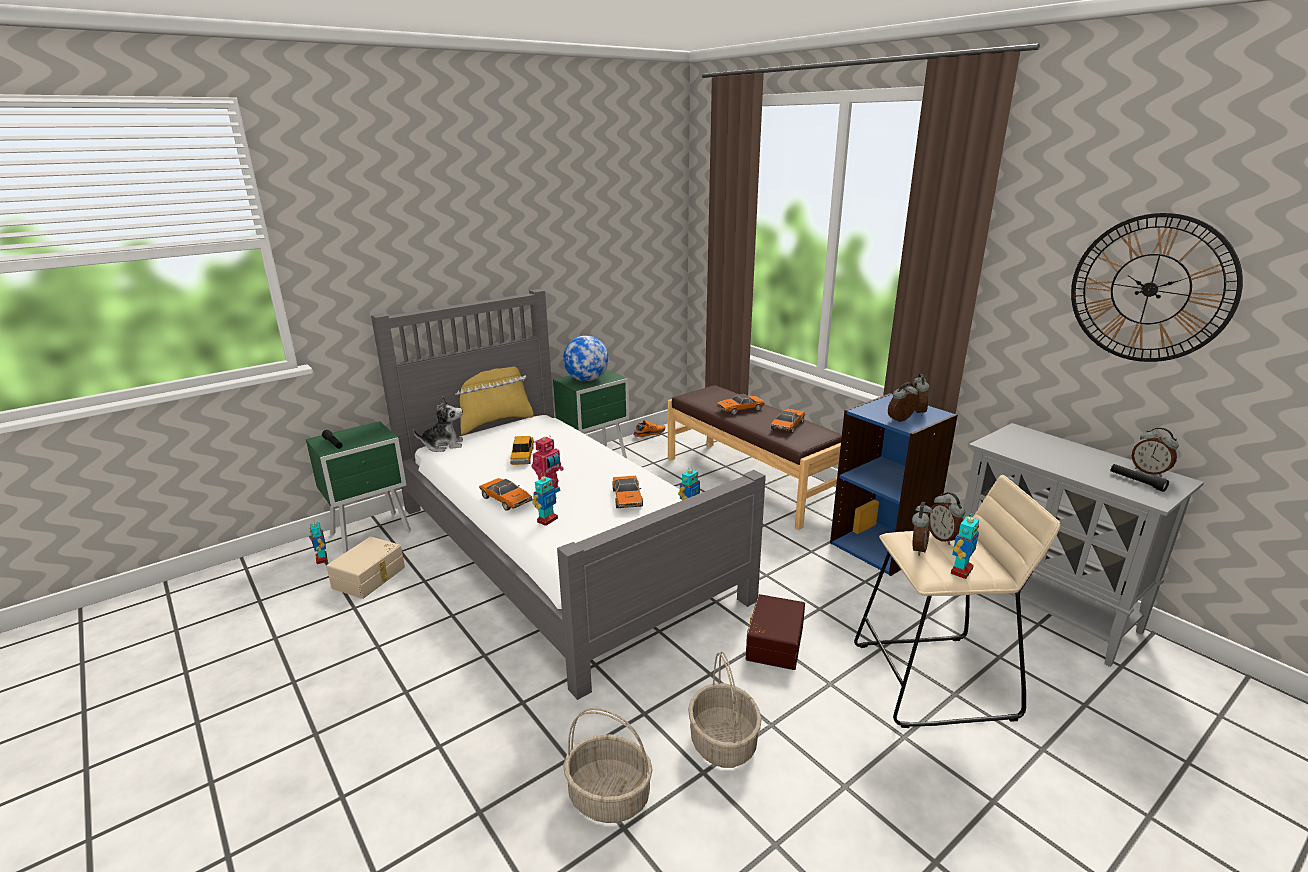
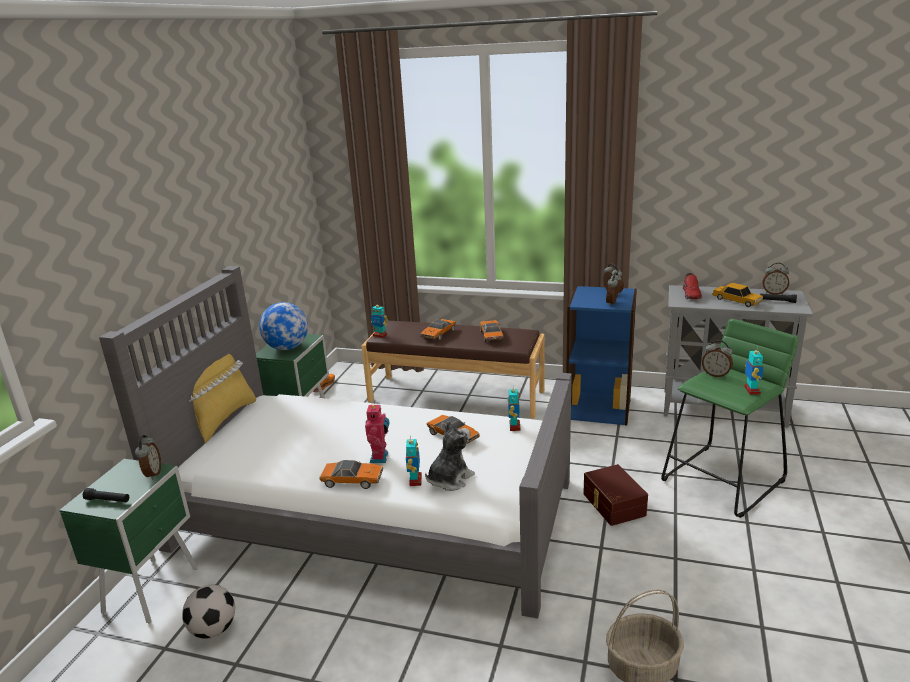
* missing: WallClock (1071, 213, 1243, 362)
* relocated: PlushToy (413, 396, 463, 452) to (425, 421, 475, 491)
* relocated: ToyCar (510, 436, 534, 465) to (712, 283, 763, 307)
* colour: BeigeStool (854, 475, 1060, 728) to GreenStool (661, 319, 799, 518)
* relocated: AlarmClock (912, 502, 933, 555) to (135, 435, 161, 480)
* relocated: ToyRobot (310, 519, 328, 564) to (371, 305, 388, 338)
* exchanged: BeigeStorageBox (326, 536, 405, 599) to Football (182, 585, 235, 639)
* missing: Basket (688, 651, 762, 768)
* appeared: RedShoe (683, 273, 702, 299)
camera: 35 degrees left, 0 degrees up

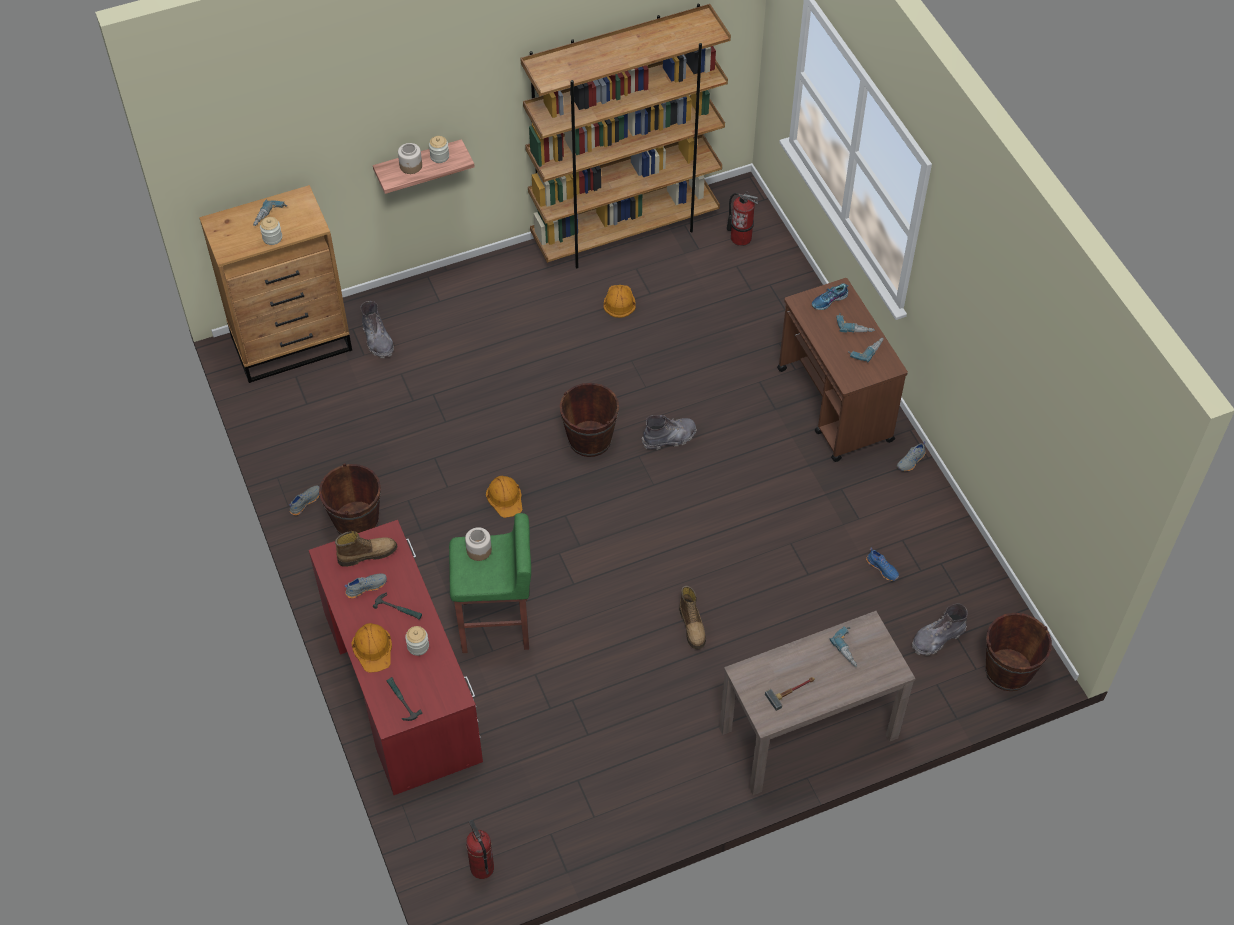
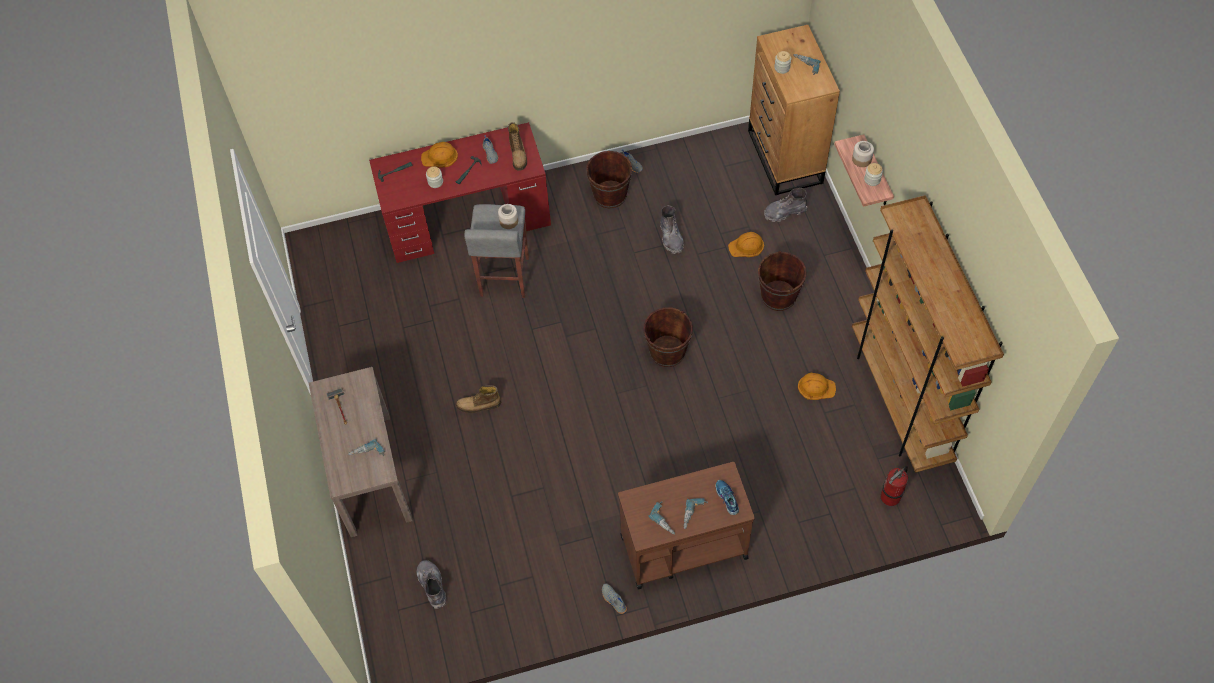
* relocated: GreyBoot (642, 415, 697, 450) to (660, 206, 684, 254)
* relocated: OrangeHardHat (486, 476, 522, 518) to (728, 232, 764, 257)
* colour: GreenStool (449, 513, 531, 653) to GreyStool (464, 204, 529, 298)
* missing: BlueShoe (866, 548, 899, 581)
* relocated: BrownBucket (985, 613, 1052, 691) to (758, 251, 807, 311)
* missing: FireExtinguisher (466, 820, 494, 879)
camera: 100 degrees right, 5 degrees up

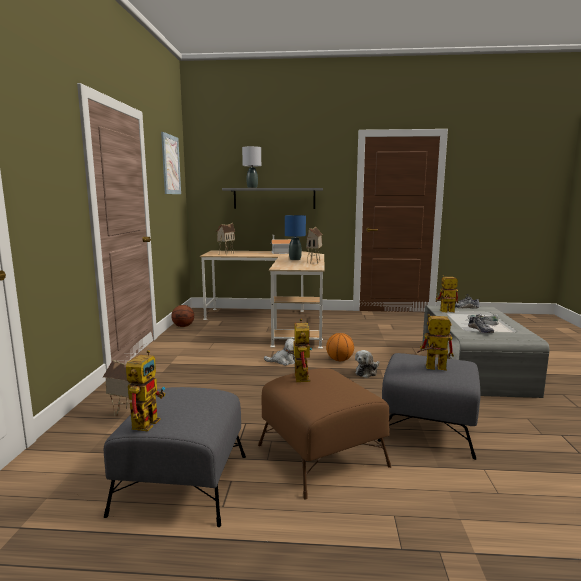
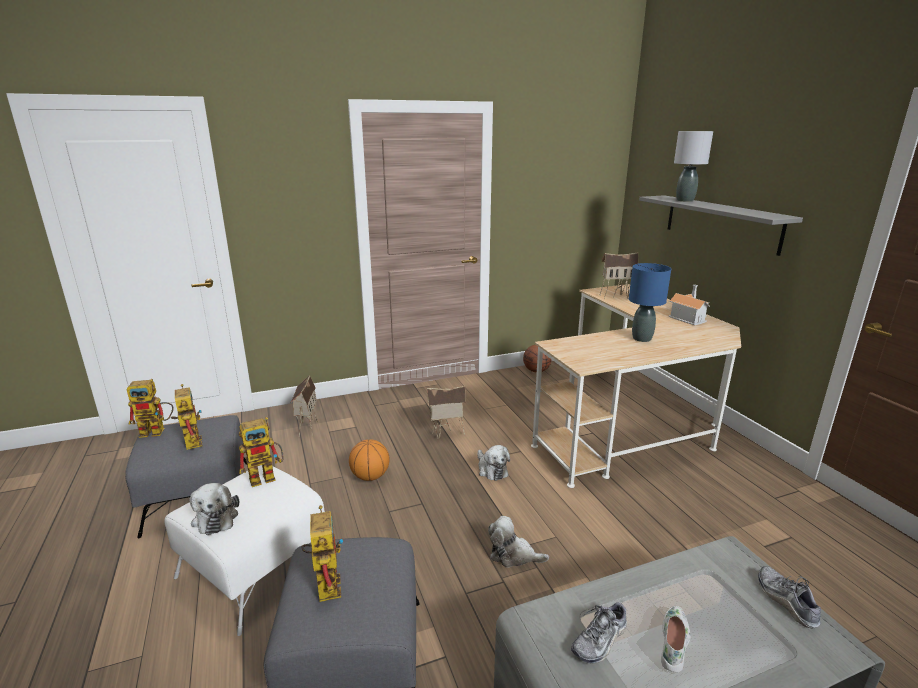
* missing: Picture (161, 132, 181, 194)
* relocated: ToyHouse (306, 226, 323, 264) to (427, 386, 466, 438)
* relocated: ToyRobot (435, 276, 458, 313) to (171, 384, 202, 450)
* relocated: Basketball (326, 333, 354, 361) to (349, 439, 389, 481)
* colour: BrownOttoman (258, 368, 391, 500) to WhiteOttoman (164, 465, 325, 636)
* appeared: PlushToy (190, 483, 239, 535)
camera: 65 degrees right, 10 degrees up

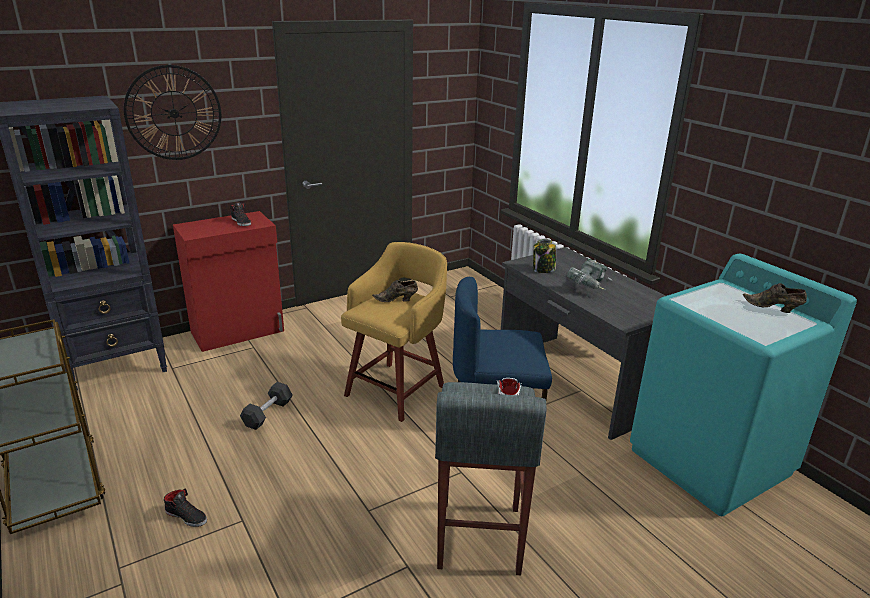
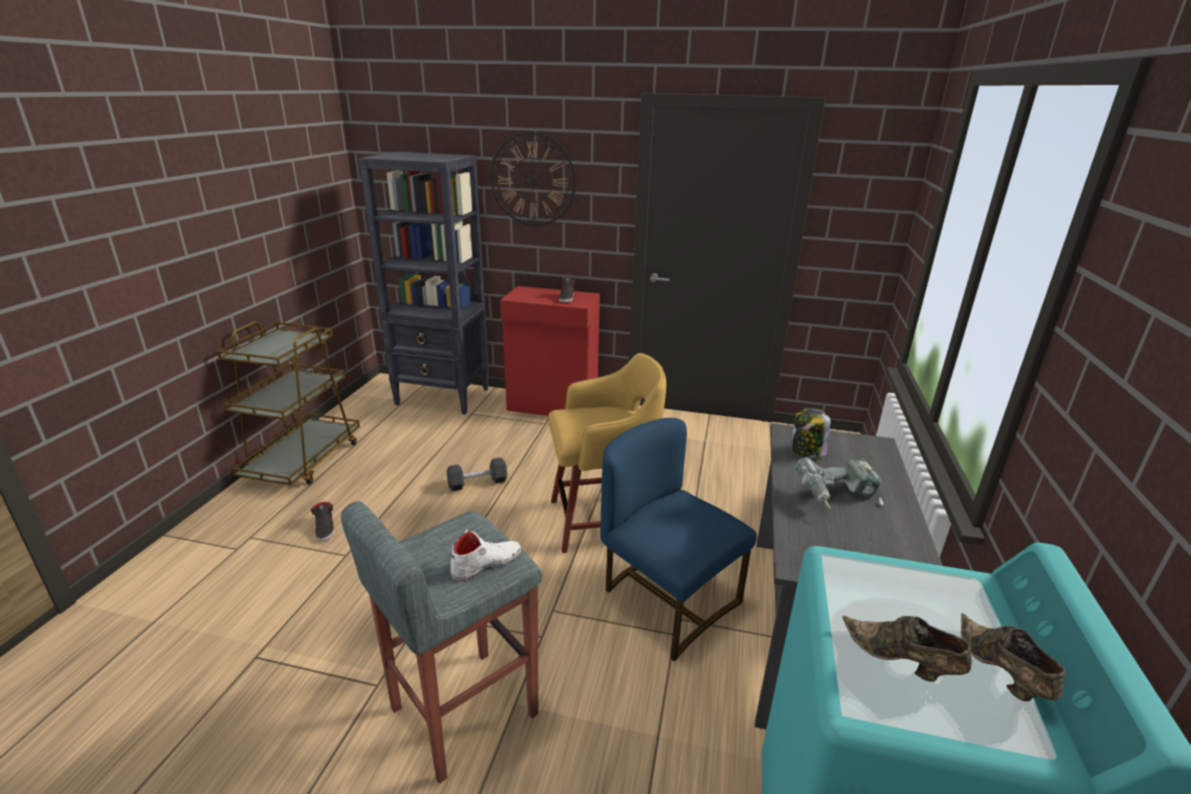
* relocated: BrownShoe (372, 280, 418, 302) to (843, 615, 972, 682)
camera: 45 degrees right, 0 degrees up

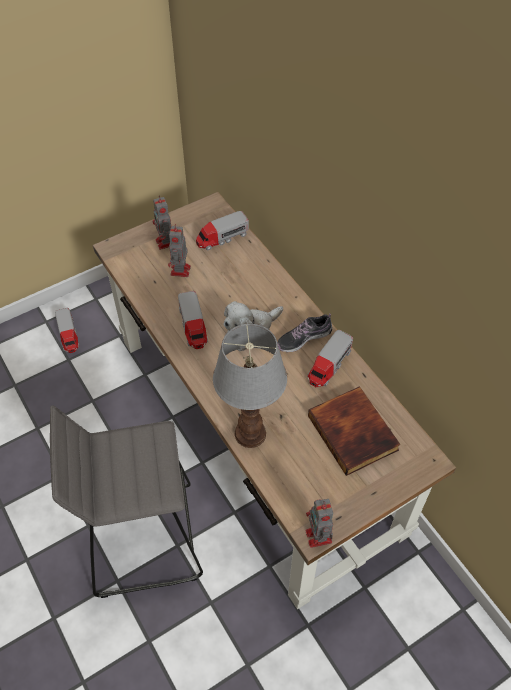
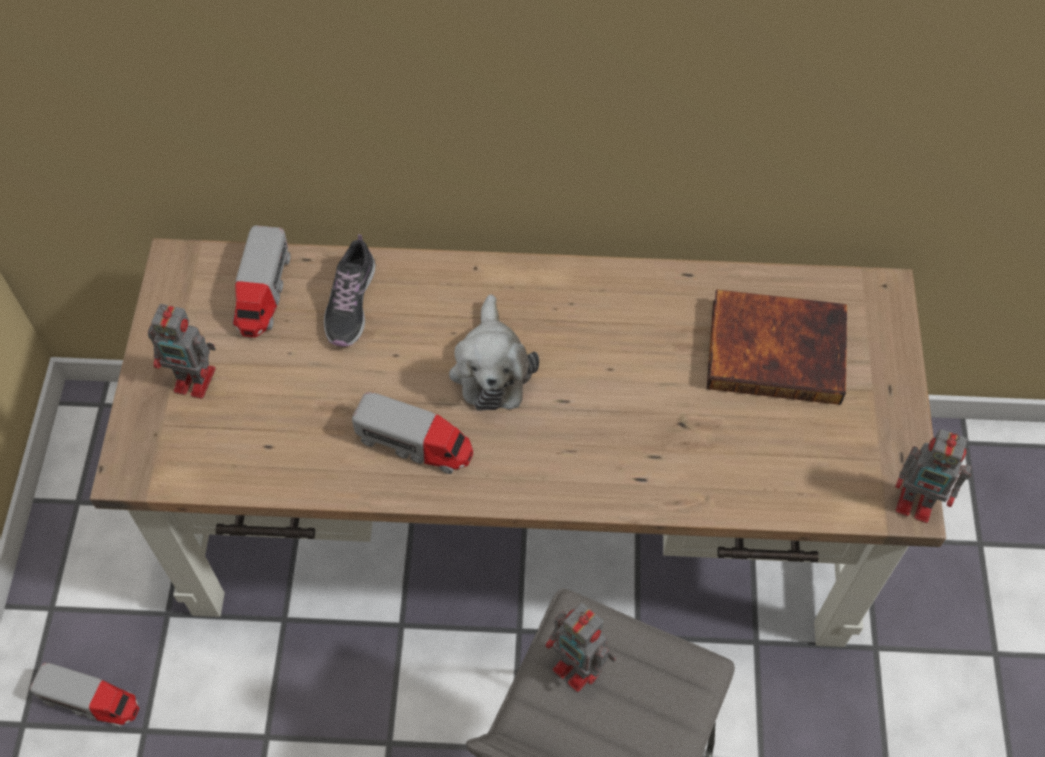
* relocated: ToyRobot (168, 224, 191, 277) to (545, 603, 616, 692)
* relocated: Shoe (277, 313, 332, 352) to (324, 234, 376, 347)
* missing: TableLamp (213, 324, 287, 448)
* missing: ToyTruck (307, 330, 353, 387)
camera: 55 degrees left, 5 degrees up

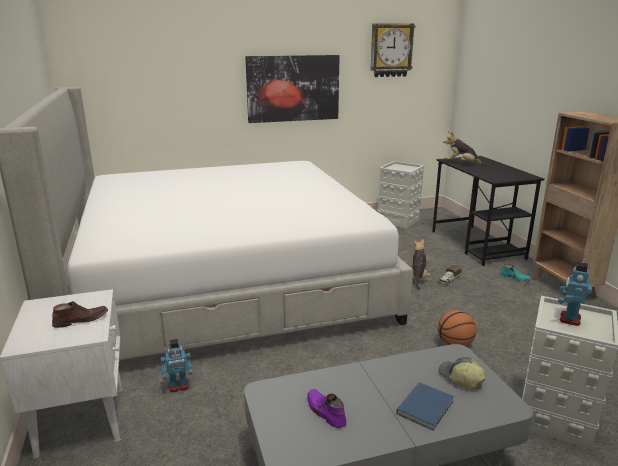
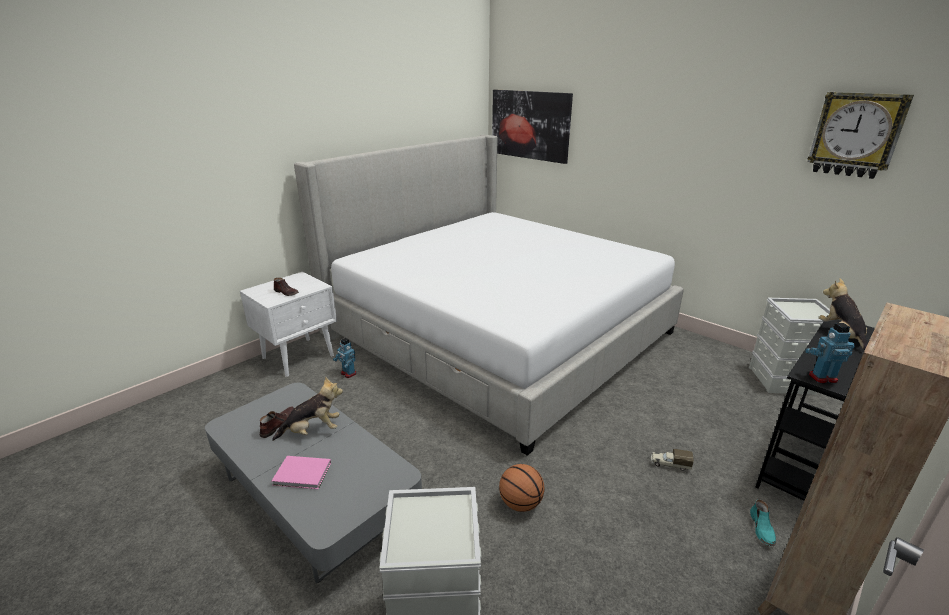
* relocated: Picture (245, 55, 340, 123) to (492, 90, 573, 164)
* relocated: PlushToy (411, 239, 431, 290) to (272, 376, 343, 441)
* relocated: ToyRobot (558, 262, 592, 326) to (805, 323, 855, 384)
* missing: Cap (438, 357, 486, 390)
* colour: BlueBook (396, 382, 454, 430) to PinkBook (271, 456, 331, 489)
* colour: PurpleShoe (307, 389, 347, 428) to BrownShoe (260, 407, 294, 438)
camera: 60 degrees right, 5 degrees up

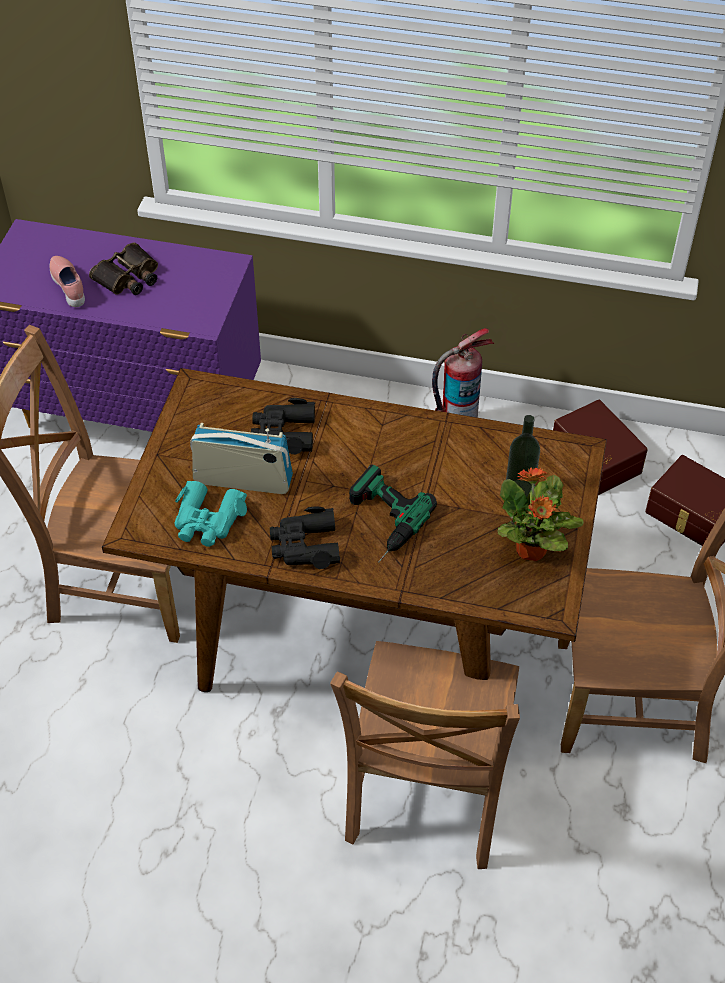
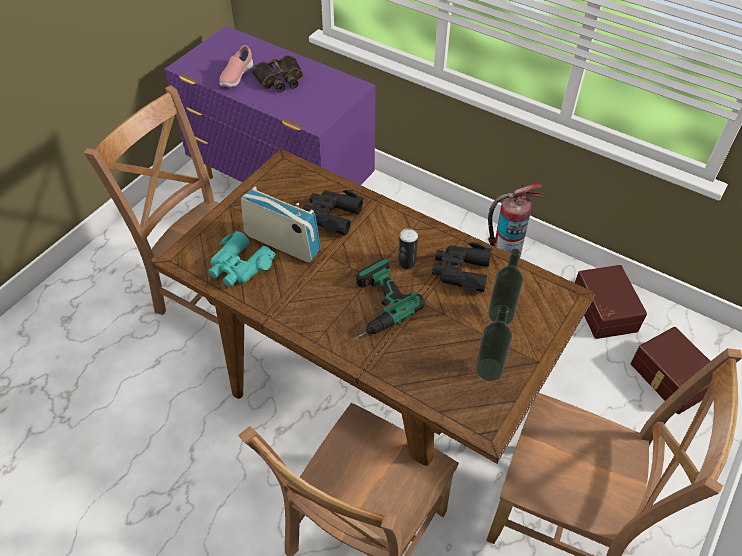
* spun: PinkShoe (50, 256, 85, 307) = (219, 45, 253, 87) 150 degrees counterclockwise
* exchanged: PottedPlant (498, 467, 584, 561) to Bottle (476, 305, 512, 381)
* relocated: BlackBinoculars (270, 507, 340, 569) to (432, 242, 492, 293)
* appeared: Can (398, 228, 418, 269)
camera: 20 degrees right, 0 degrees up

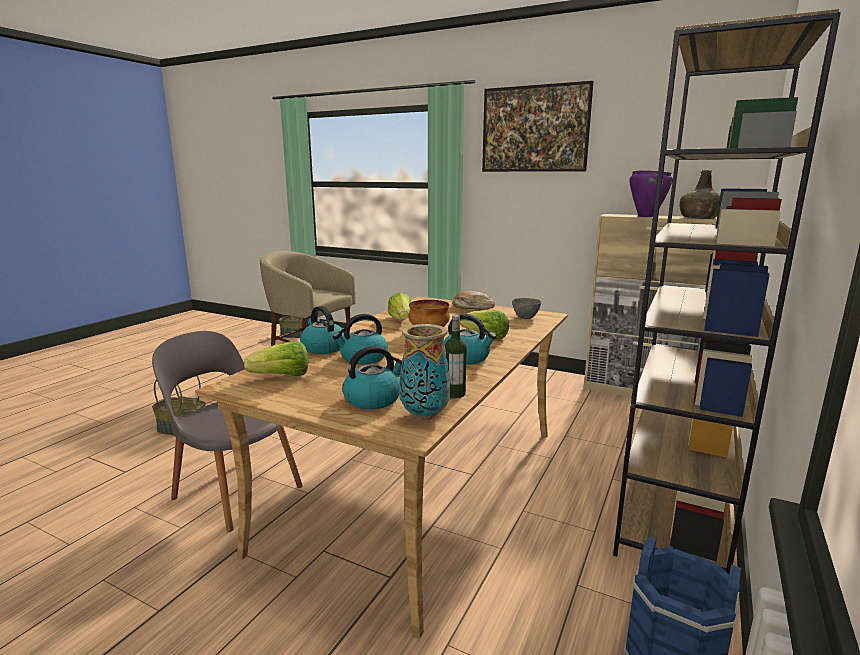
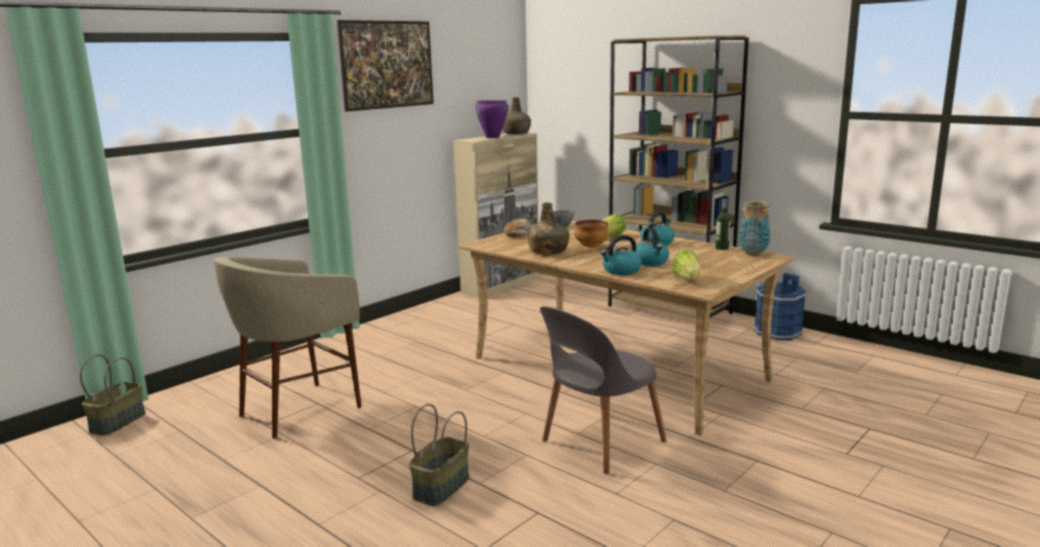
* exchanged: Lettuce (388, 292, 411, 320) to GreenBottle (527, 202, 570, 255)
* missing: Kettle (343, 346, 402, 409)
camera: 75 degrees left, 0 degrees up

